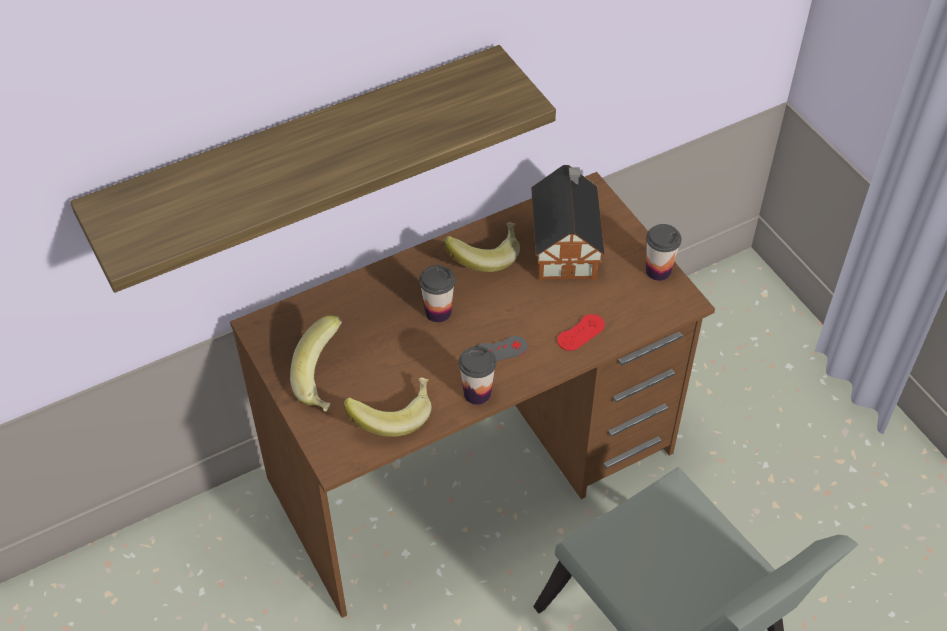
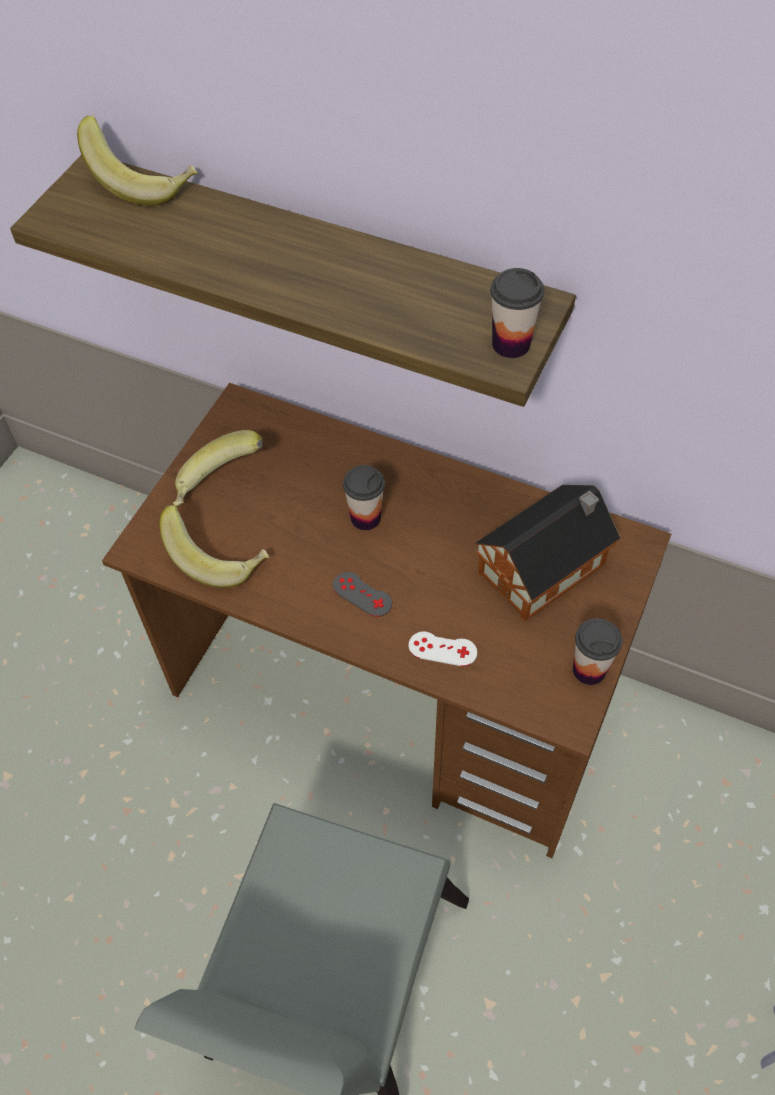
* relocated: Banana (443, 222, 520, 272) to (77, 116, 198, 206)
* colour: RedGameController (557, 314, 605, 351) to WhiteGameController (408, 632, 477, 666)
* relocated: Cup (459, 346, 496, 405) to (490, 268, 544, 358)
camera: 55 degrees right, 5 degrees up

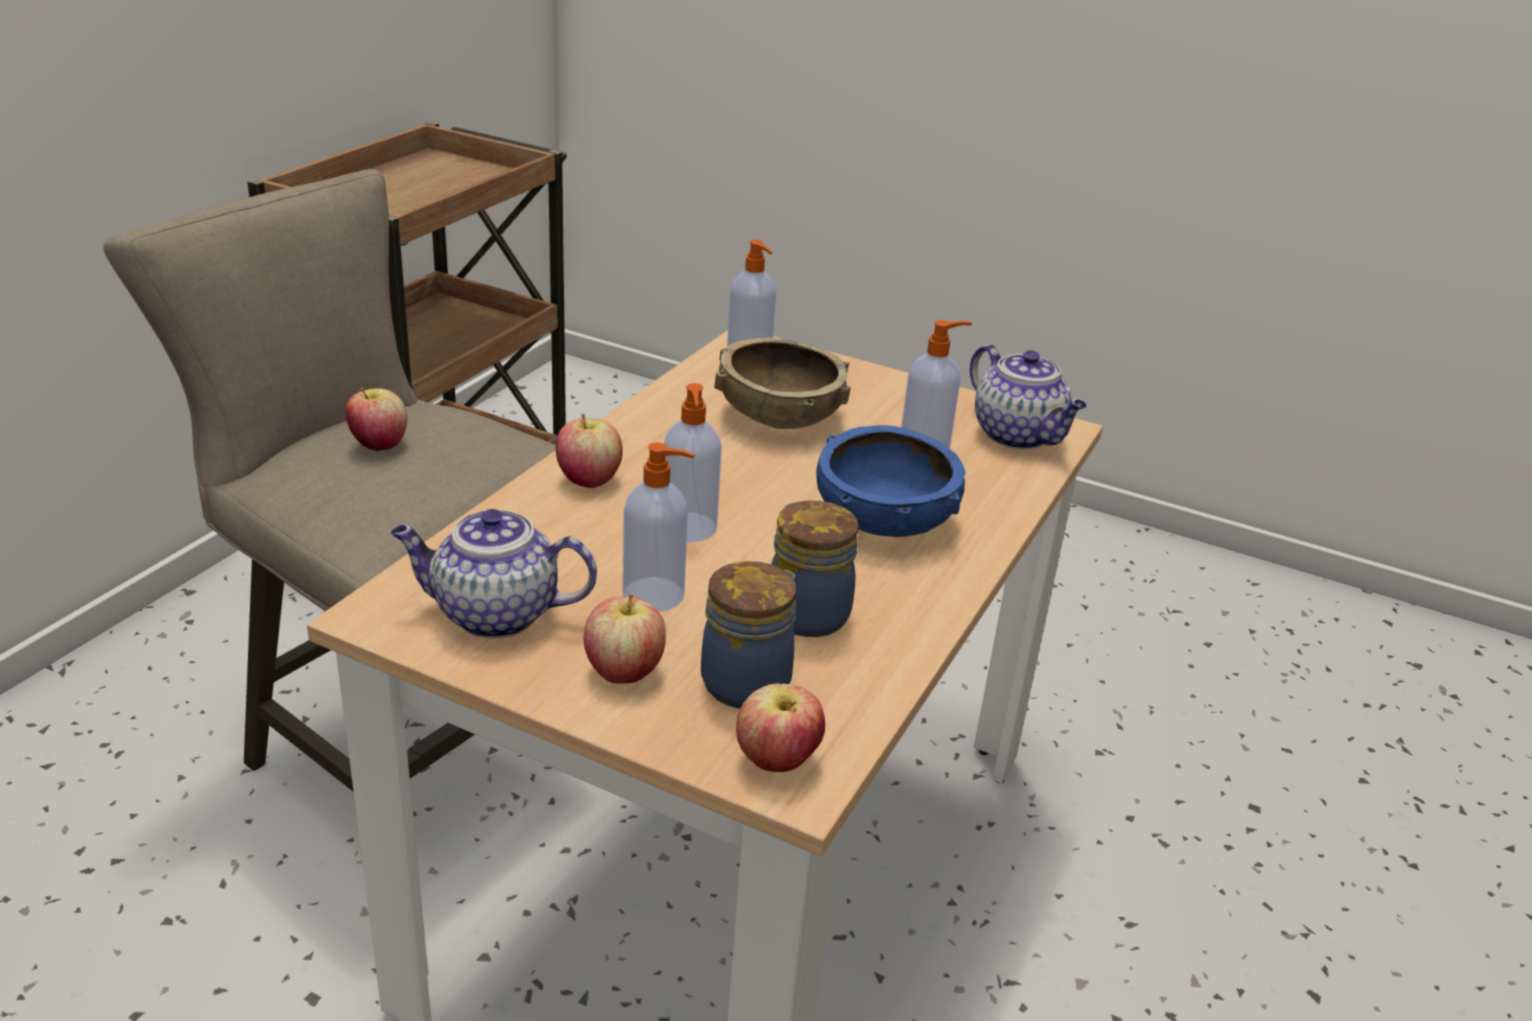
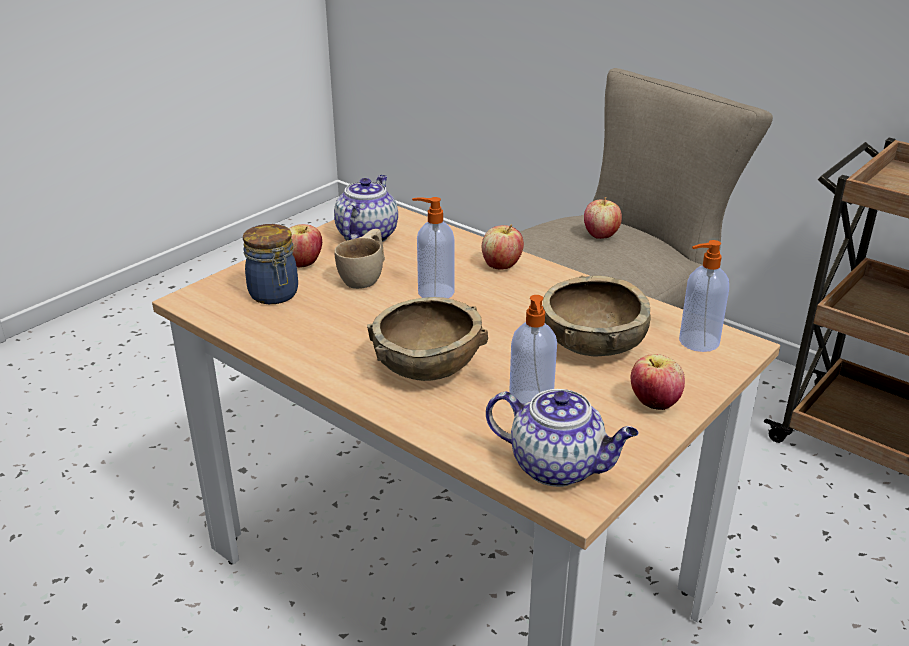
* spun: Teapot (970, 344, 1087, 450) = (486, 389, 638, 487) 135 degrees counterclockwise
* colour: BlueBowl (816, 425, 965, 537) to BrownBowl (367, 297, 488, 381)
* exchanged: SoapDispenser (623, 442, 695, 612) to BeigeCup (334, 229, 385, 289)
* missing: Jar (771, 501, 859, 637)
* relocated: Apple (736, 683, 825, 772) to (631, 354, 685, 410)
camera: 105 degrees right, 0 degrees up

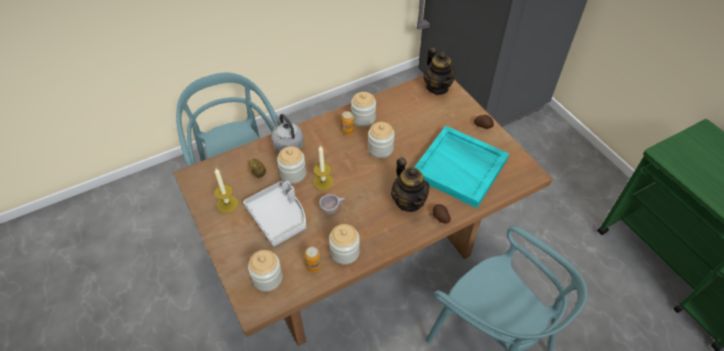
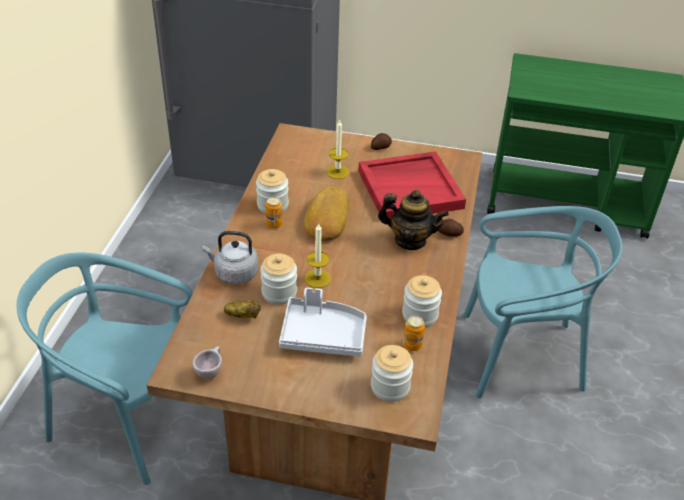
* missing: Teapot (423, 47, 456, 95)
* exchanged: Jar (368, 122, 395, 158) to Bread (304, 186, 350, 241)
* colour: TurquoiseTray (414, 126, 509, 208) to RedTray (358, 151, 466, 221)
* relocated: Candle (214, 168, 238, 213) to (326, 119, 349, 179)
* relocated: BeigeCup (319, 194, 346, 215) to (192, 346, 222, 380)
camera: 50 degrees left, 10 degrees down

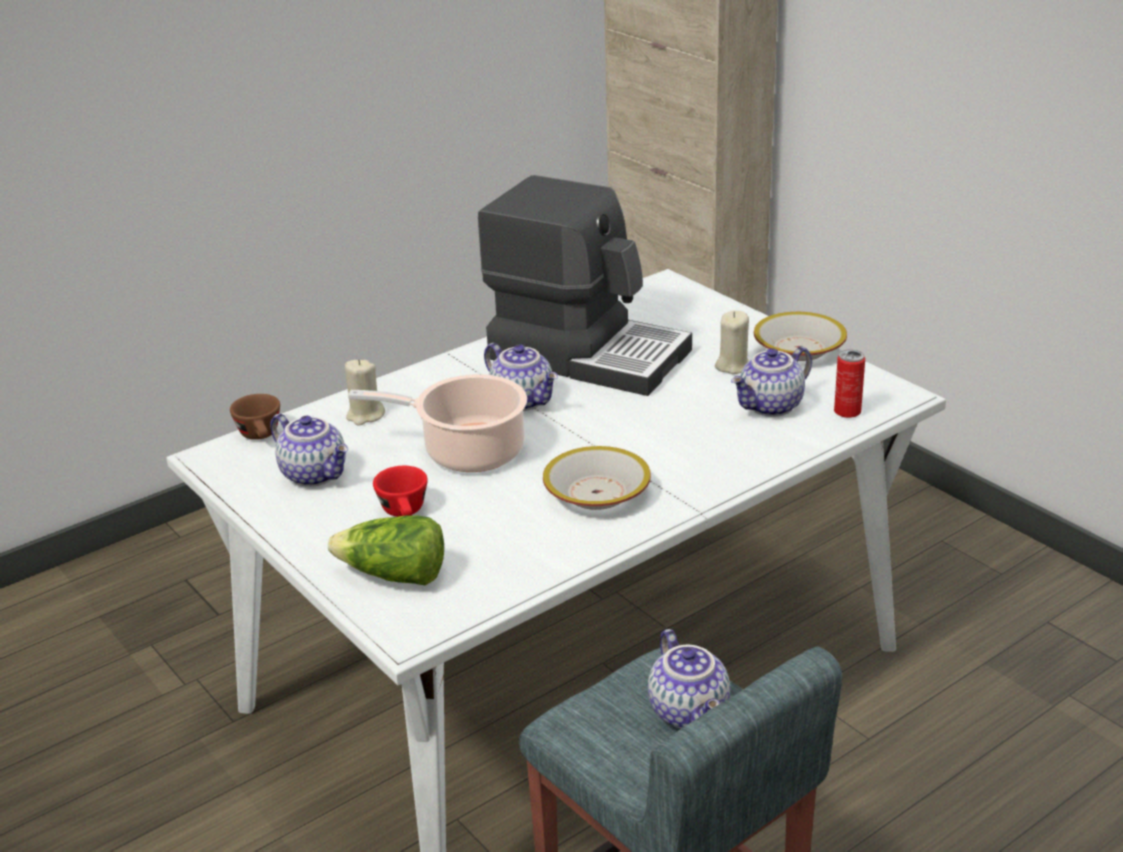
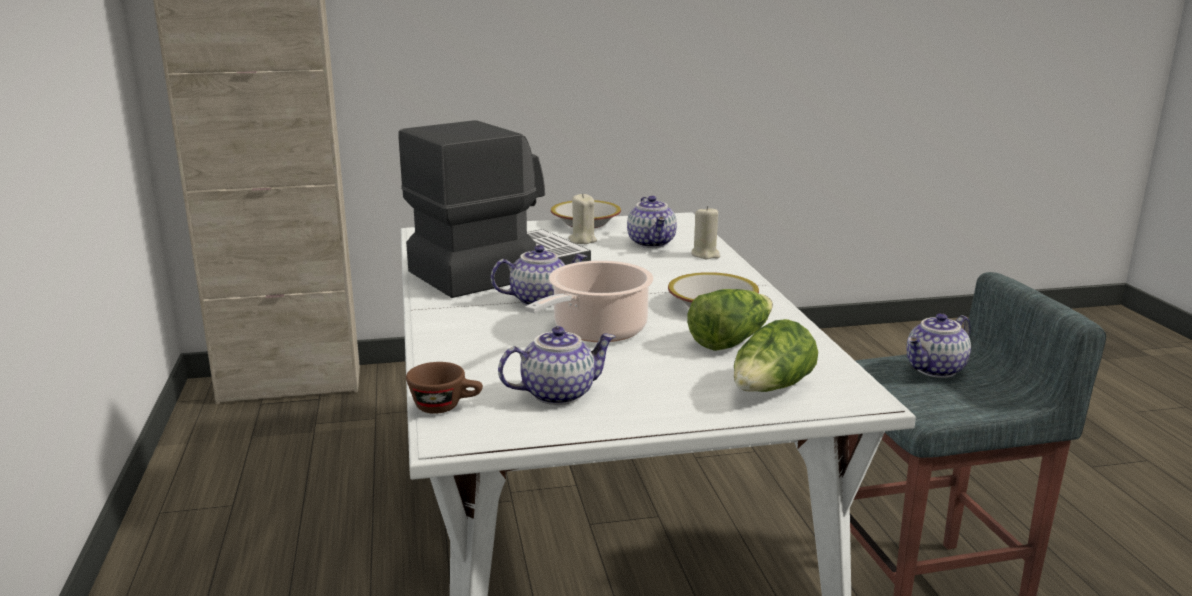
* missing: Can (834, 350, 865, 418)
* relocated: BeigeCandle (345, 359, 385, 426) to (691, 206, 720, 259)
* missing: RedCup (373, 466, 428, 517)
* spun: Teapot (648, 629, 730, 728) = (906, 313, 971, 378) 135 degrees clockwise
* appeared: Lettuce (687, 289, 773, 351)
camera: 65 degrees left, 10 degrees down

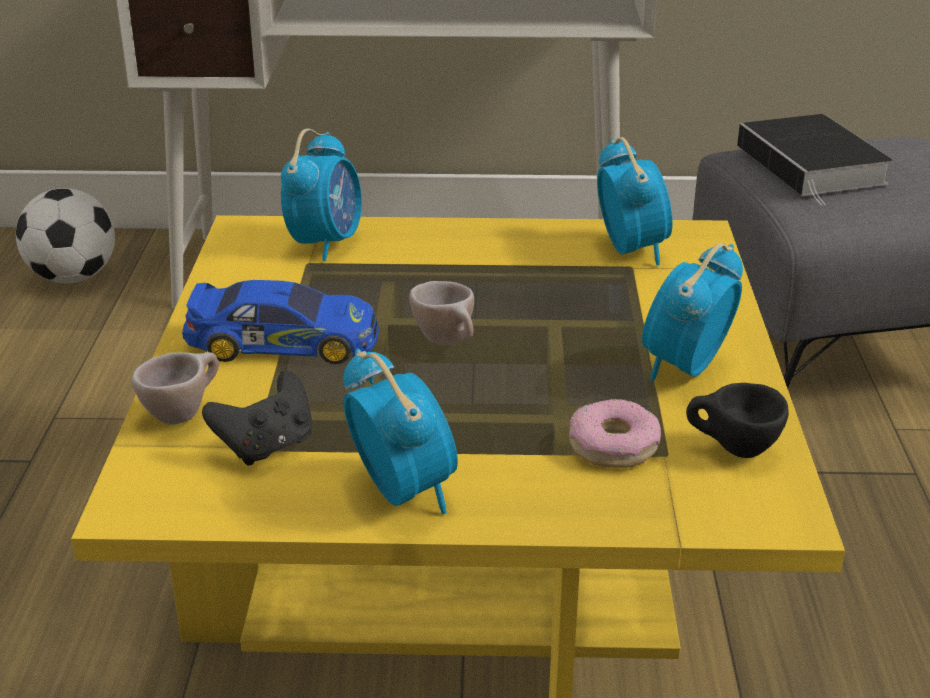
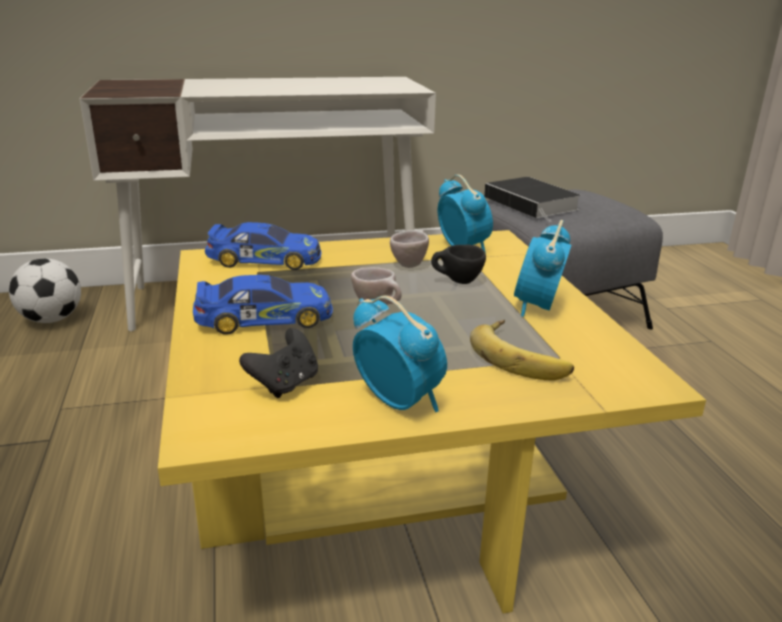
* exchanged: AlarmClock (281, 128, 362, 262) to ToyCar (205, 222, 322, 270)
* relocated: BeigeCup (131, 352, 219, 424) to (390, 230, 429, 268)
* relocated: BlackCup (686, 383, 789, 458) to (431, 245, 486, 284)
* exchanged: Donut (569, 399, 661, 468) to Banana (470, 320, 574, 381)
camera: 15 degrees left, 5 degrees down

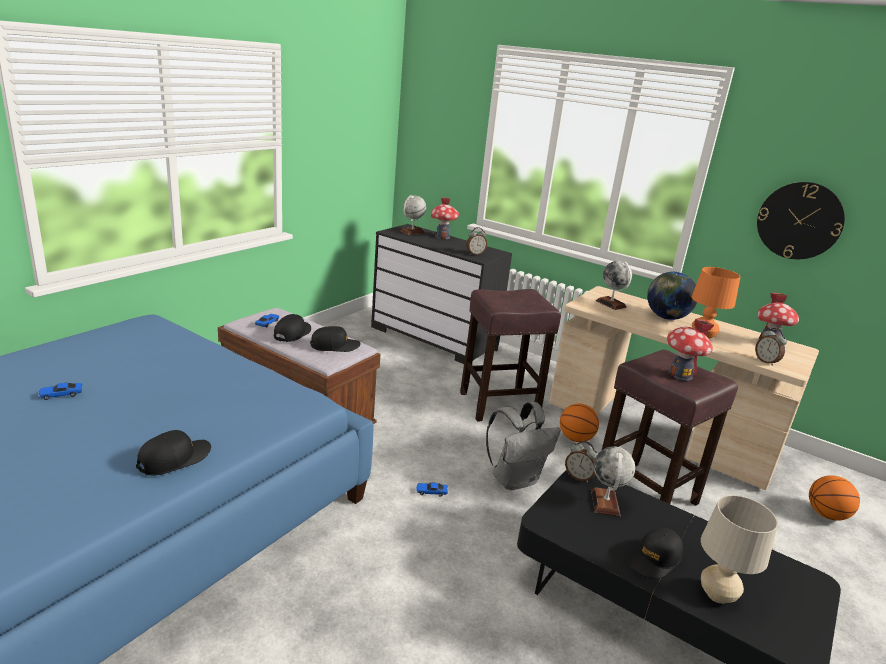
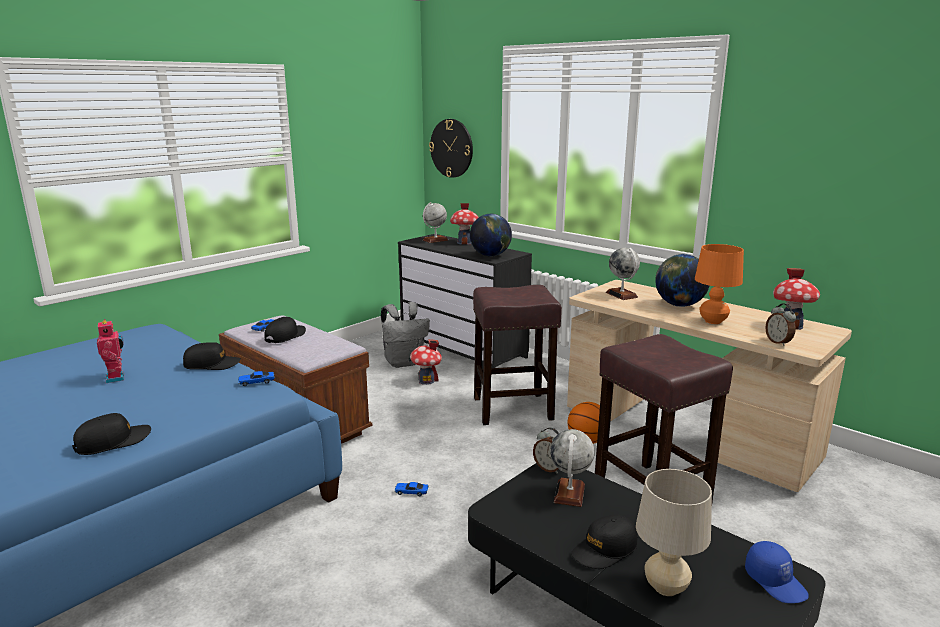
* relocated: WallClock (757, 182, 845, 259) to (429, 119, 473, 178)
* exchanged: AlarmClock (466, 227, 487, 255) to Globe (470, 214, 512, 256)
* relocated: ToyHouse (667, 318, 714, 381) to (410, 339, 442, 385)
* relocated: BlackCap (310, 326, 361, 352) to (183, 342, 241, 370)
* relocated: ToyCar (38, 383, 82, 400) to (238, 371, 275, 386)
* relocated: GreyBackpack (486, 402, 561, 490) to (381, 302, 430, 368)
* missing: Basketball (809, 475, 860, 521)
* appeared: ToyRobot (97, 319, 124, 383)
* appeared: BlueCap (745, 541, 809, 603)
camera: 10 degrees right, 5 degrees down

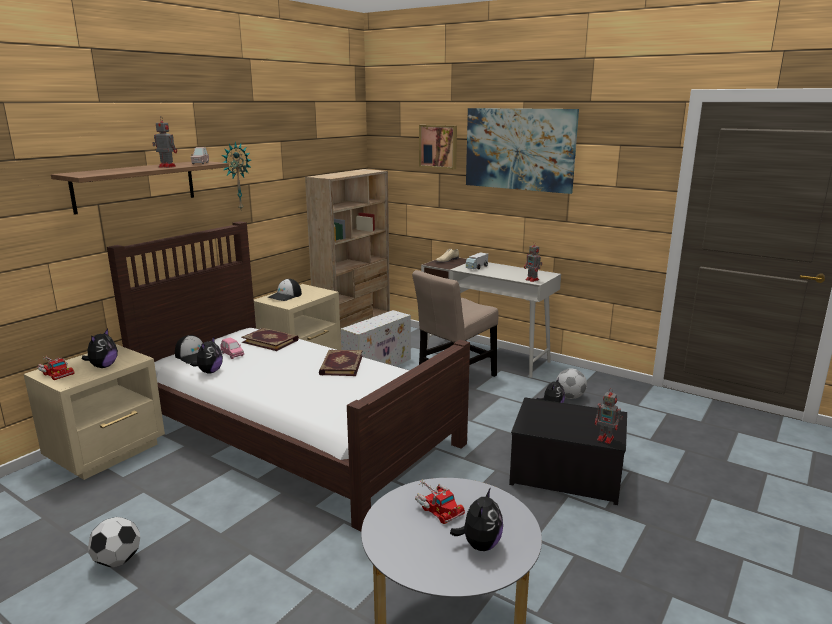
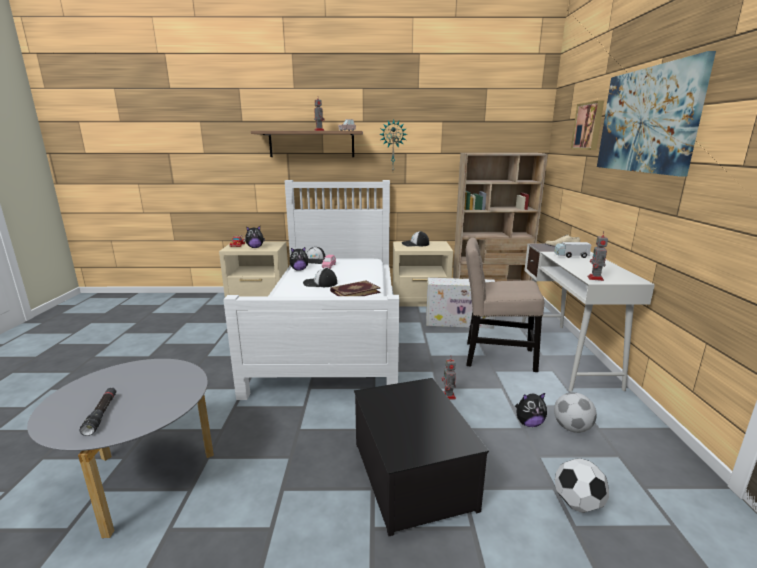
* colour: BrownBed (107, 221, 470, 531) to WhiteBed (223, 180, 399, 400)
* missing: Book (241, 328, 299, 351)
* relocated: ToyRobot (594, 388, 623, 444) to (442, 356, 456, 400)
* missing: ToyTruck (415, 479, 465, 524)
* exchanged: PlushToy (450, 487, 503, 551) to BlackFlashlight (79, 388, 117, 436)
* relocated: Football (88, 517, 140, 568) to (555, 458, 609, 513)
* appeared: Cap (303, 268, 337, 287)
camera: 55 degrees right, 0 degrees up

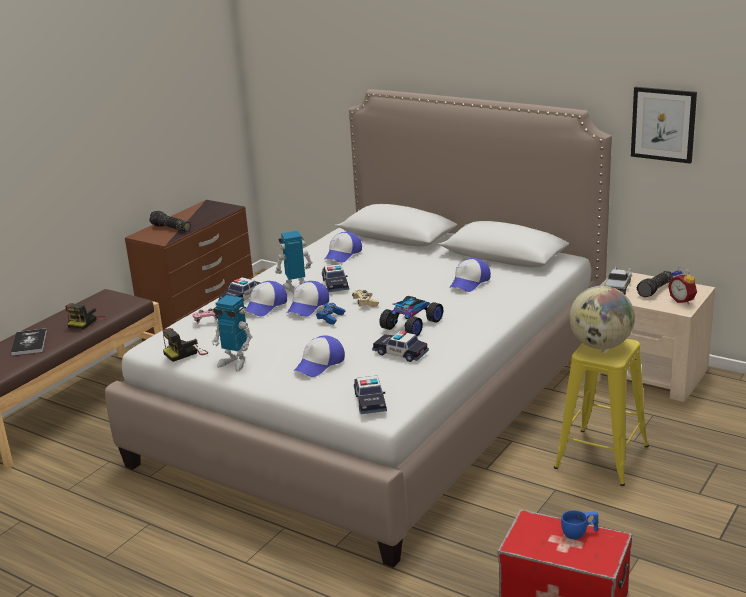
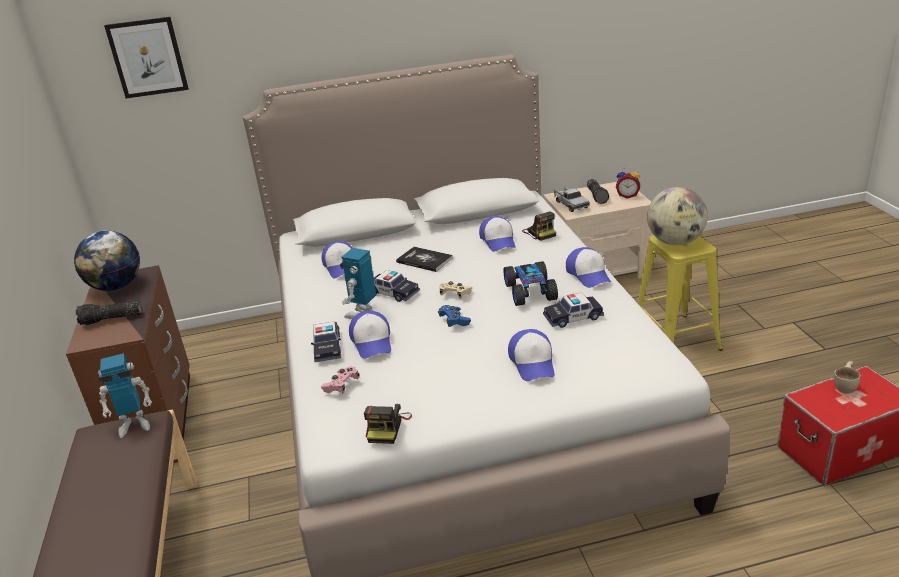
* relocated: Picture (631, 87, 697, 164) to (104, 17, 189, 99)
* relocated: Cap (287, 281, 329, 317) to (566, 247, 611, 288)
* relocated: ToyRobot (212, 295, 252, 371) to (98, 353, 152, 438)
* relocated: PhotoCamera (65, 303, 106, 330) to (522, 212, 556, 241)
* relocated: Book (11, 328, 47, 356) to (396, 247, 453, 272)
* missing: ToyCar (354, 375, 387, 414)
* colour: BlueCup (561, 510, 598, 539) to BeigeCup (834, 361, 861, 394)
* appeared: Globe (74, 231, 140, 291)
camera: 45 degrees left, 5 degrees up

